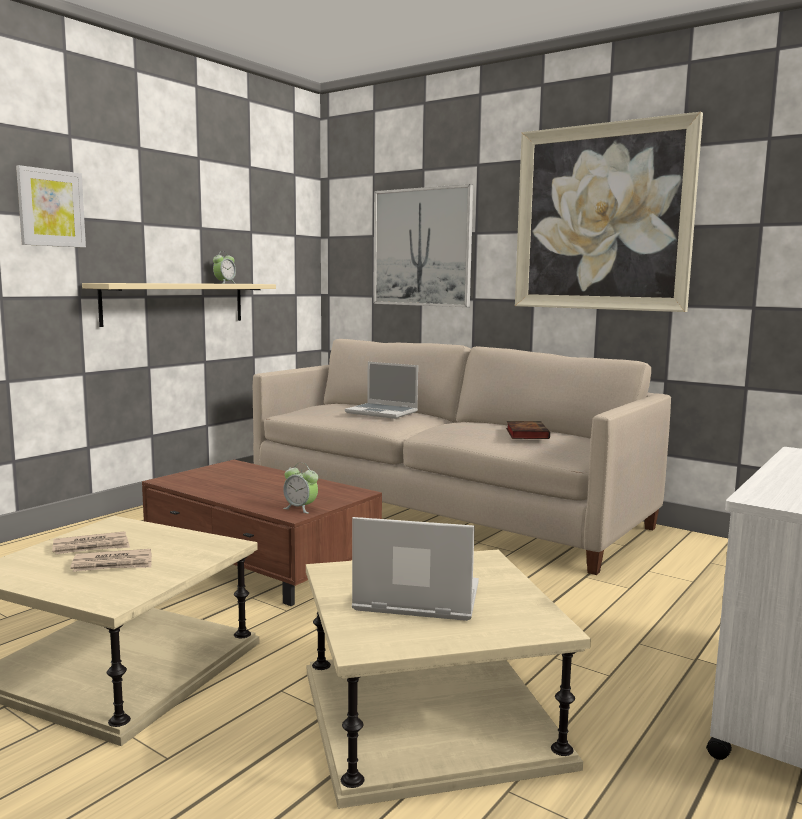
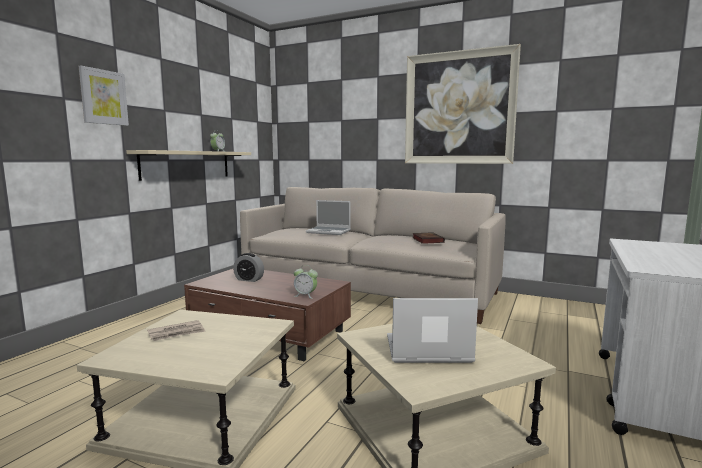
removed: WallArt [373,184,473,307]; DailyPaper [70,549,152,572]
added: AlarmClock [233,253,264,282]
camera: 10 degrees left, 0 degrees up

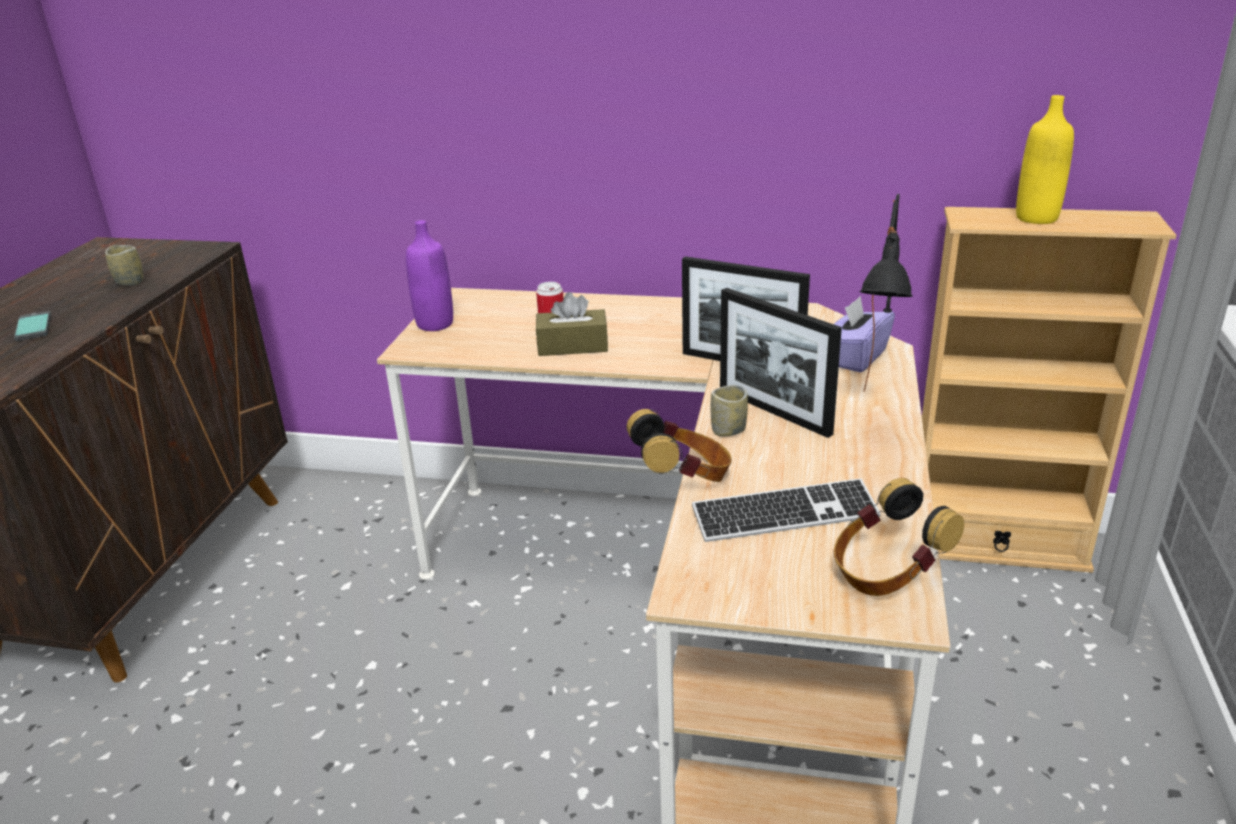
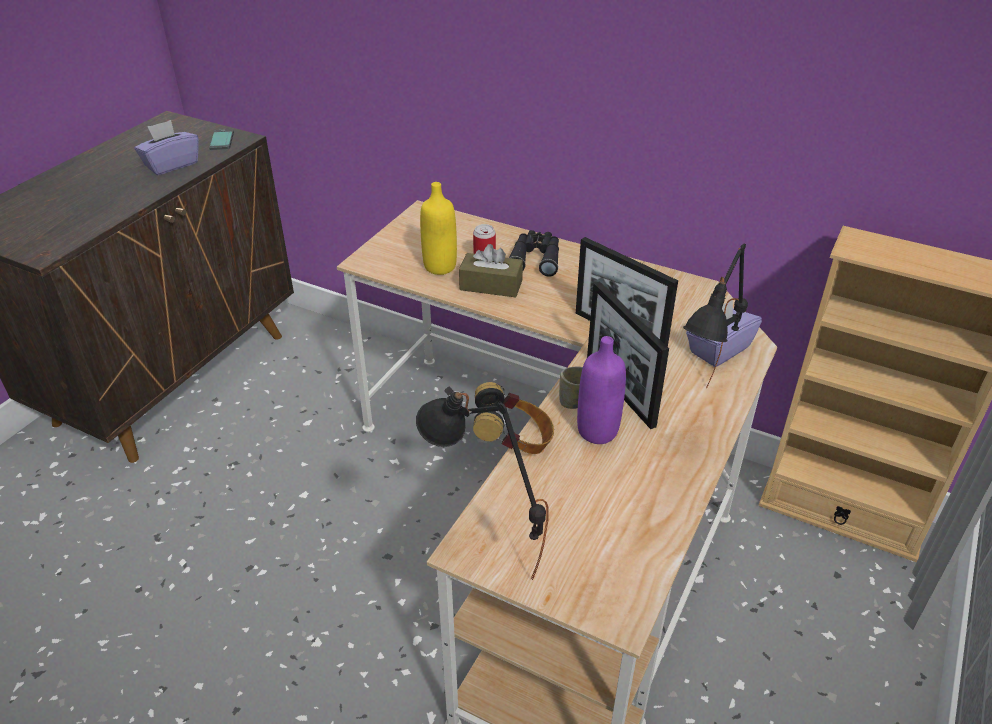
removed: PcKeyboard [692,478,881,542]; Headset [834,478,964,596]
added: BlackishFieldGlasses [509,230,559,277]; BlackishTabletopLamp [416,386,549,580]
moved: YellowBeverageBottle [1016,95,1074,224] to [420,182,457,275]; PurpleColouredBeverageBottle [406,220,453,331] to [577,336,626,444]; Phone [14,311,51,341] to [209,129,234,150]
replaced: SmallCup [105,245,143,286] to PurpleColouredTissueHolder [134,120,199,175]
camera: 15 degrees right, 10 degrees up

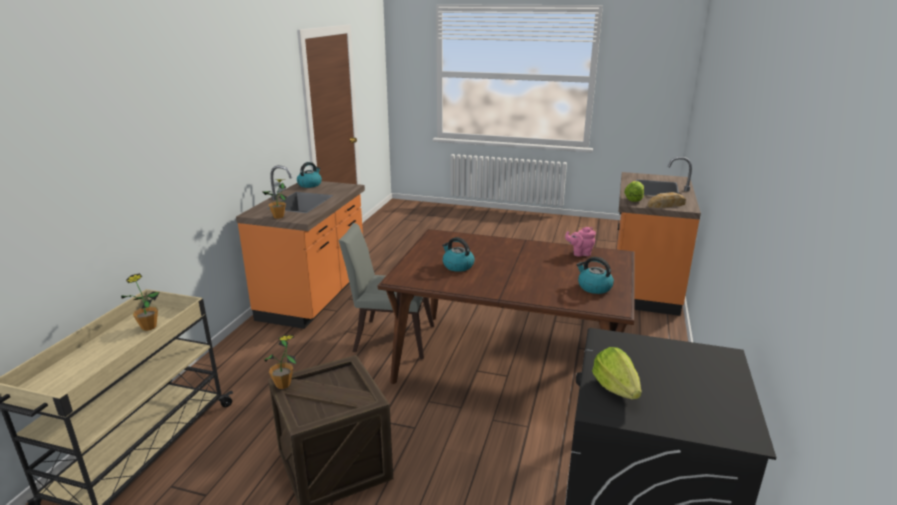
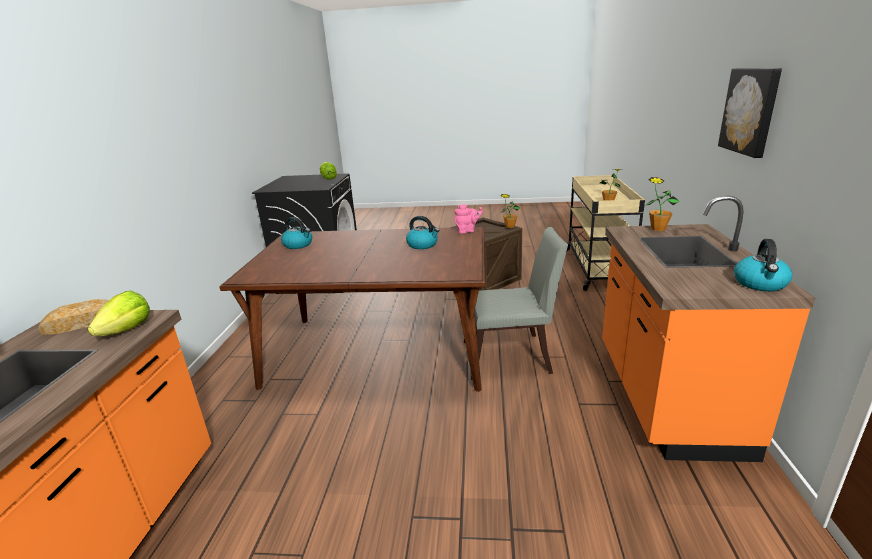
added: WallArt [718,68,782,158]
moved: PinkColouredTeapot [565,227,596,257] to [454,204,483,234]
camera: 170 degrees right, 0 degrees up

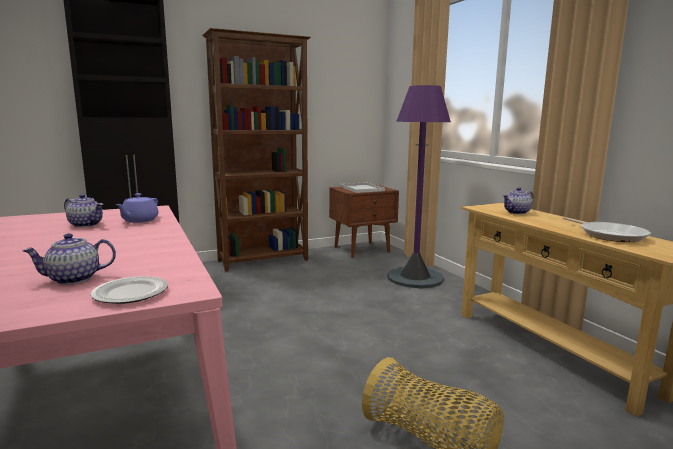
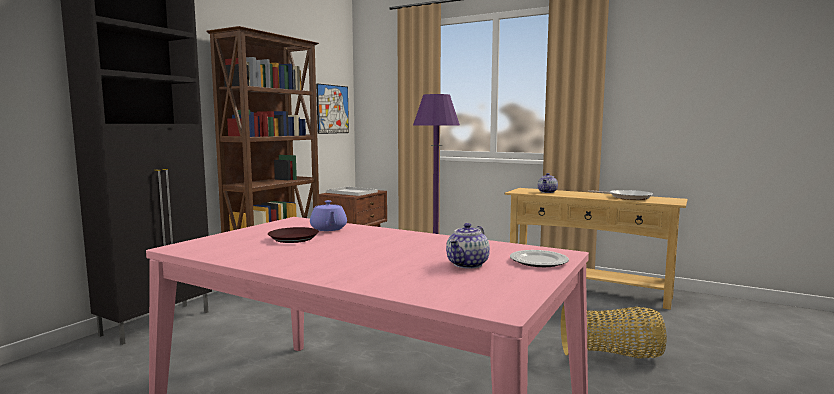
added: WallArt [316,83,349,134]
replaced: Teapot [64,194,103,227] to BrownishFlatDish [268,227,319,243]
camera: 35 degrees left, 5 degrees down

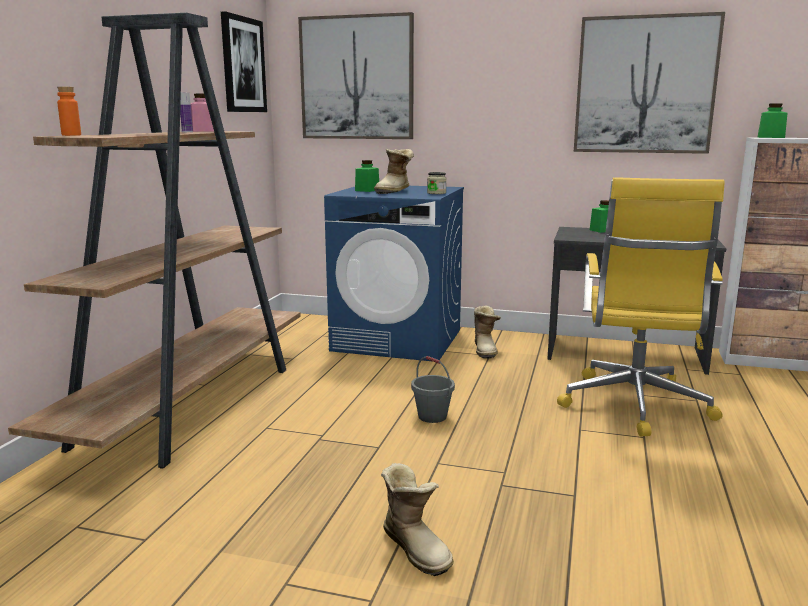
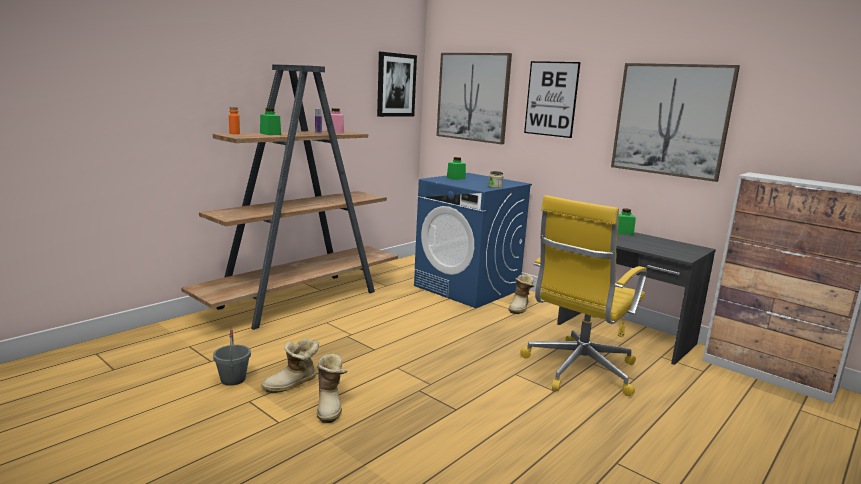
added: WallArt [524,61,581,138]
moved: GreenJar [758,104,788,138] to [260,108,281,135]; Boot [374,149,414,194] to [261,338,319,393]; GrayPail [411,356,455,423] to [213,330,251,386]
camera: 25 degrees right, 0 degrees up

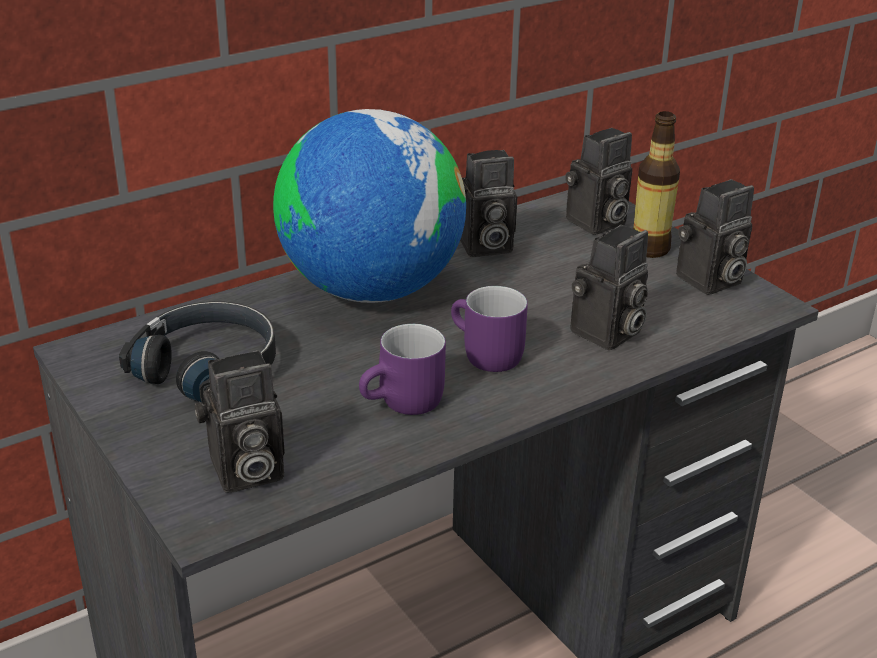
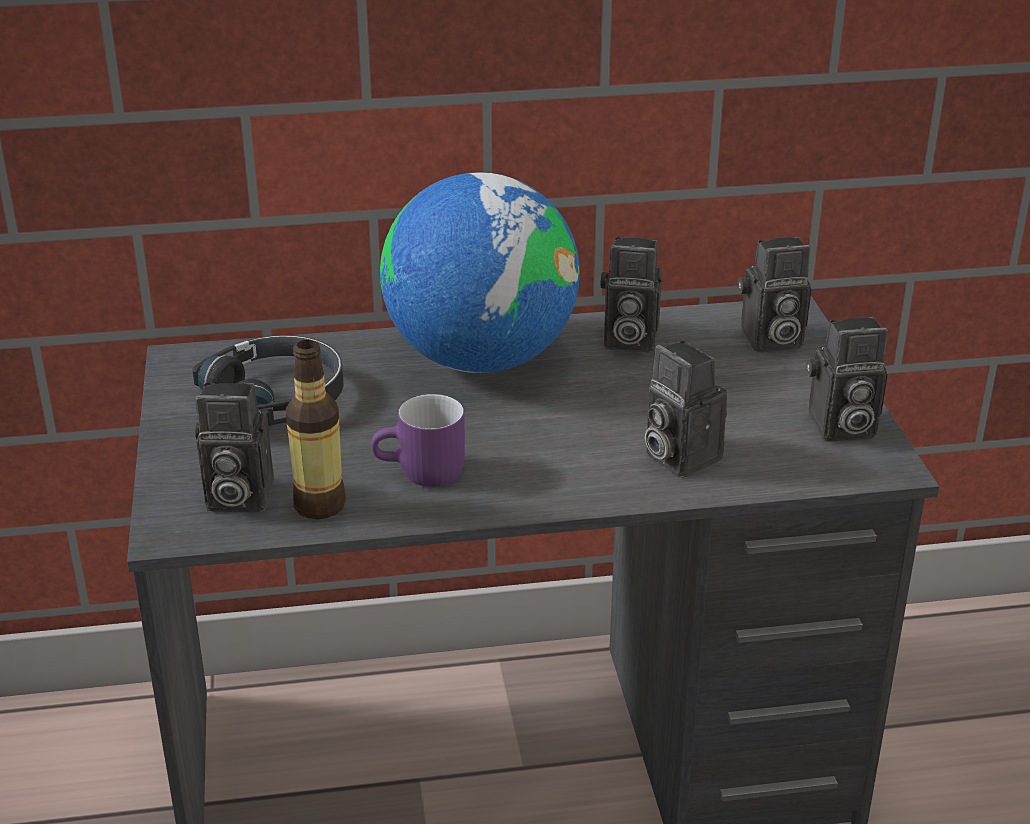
removed: PurpleColouredCoffeeMug [451,286,528,372]
moved: BeverageBottle [633,111,680,258] to [286,340,346,519]
turned: StillCamera [571,225,648,350] = [645,340,727,478] 75 degrees clockwise
camera: 25 degrees right, 0 degrees up

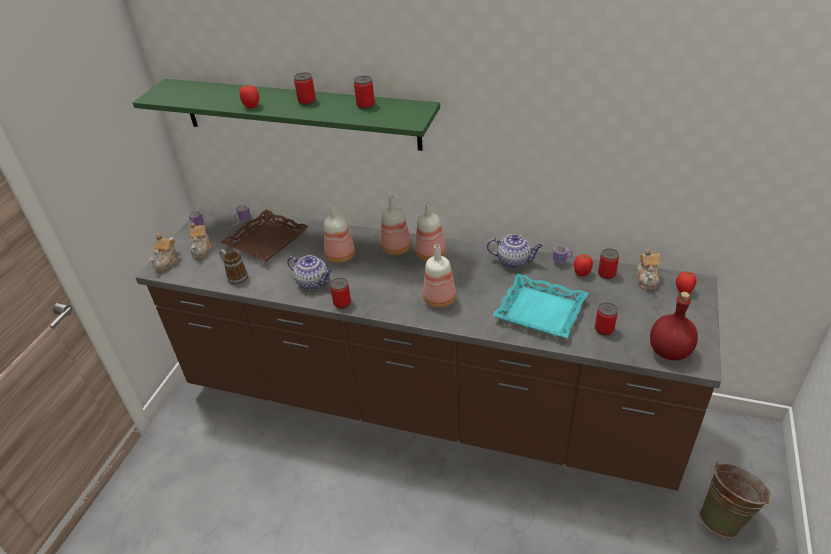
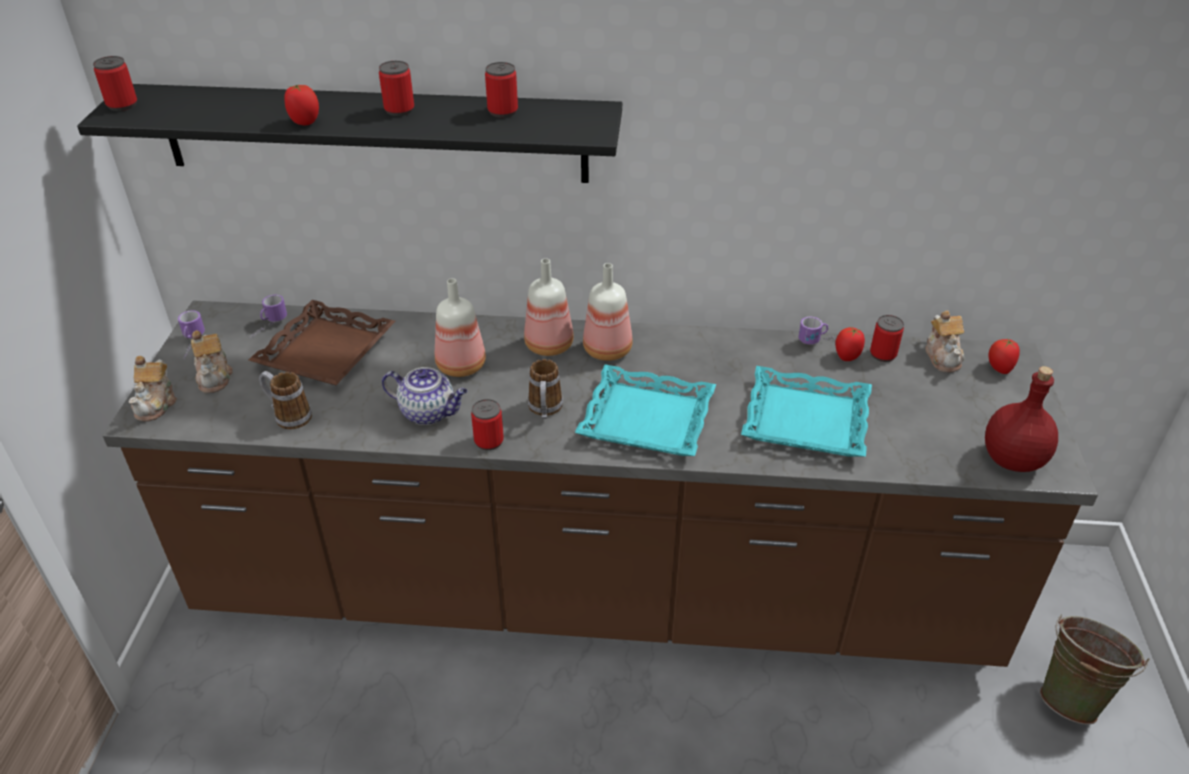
removed: Teapot [487,234,543,268]
added: CoffeeMug [528,359,563,419]
moved: SealedCan [595,302,618,336] to [93,56,137,111]
replaced: BeverageBottle [423,244,456,308] to TurquoiseTray [575,364,716,456]
recoloured: GreenWallShelf [133,79,440,151] to BlackishWallShelf [77,84,622,183]
camera: 15 degrees left, 0 degrees up

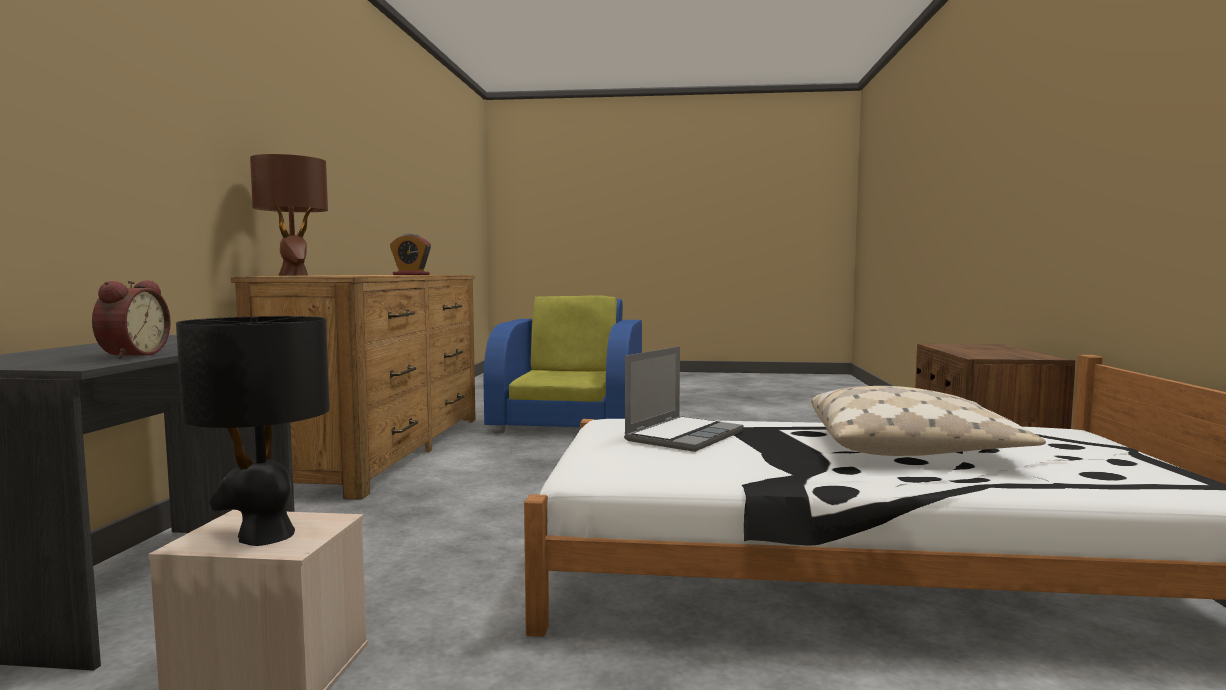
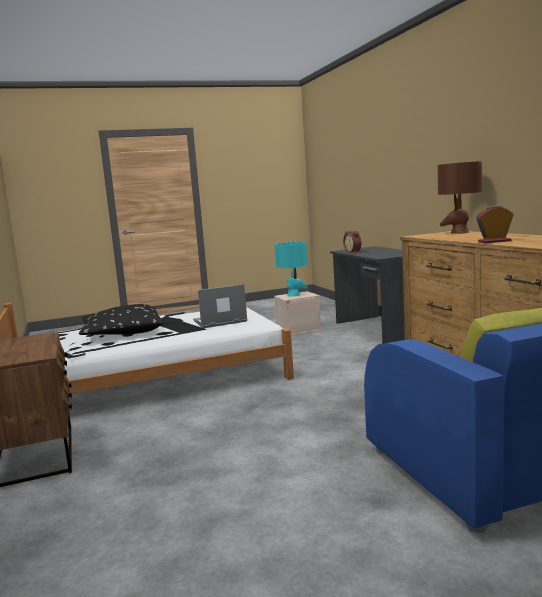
recoloured: BlackishTabletopLamp [176,316,330,546] to TurquoiseTabletopLamp [275,242,308,297]; BeigeThrowPillow [811,386,1046,456] to BlackishThrowPillow [79,304,163,335]
turned: Laptop [624,346,743,452] = [193,284,247,328] 60 degrees clockwise
camera: 155 degrees right, 5 degrees up

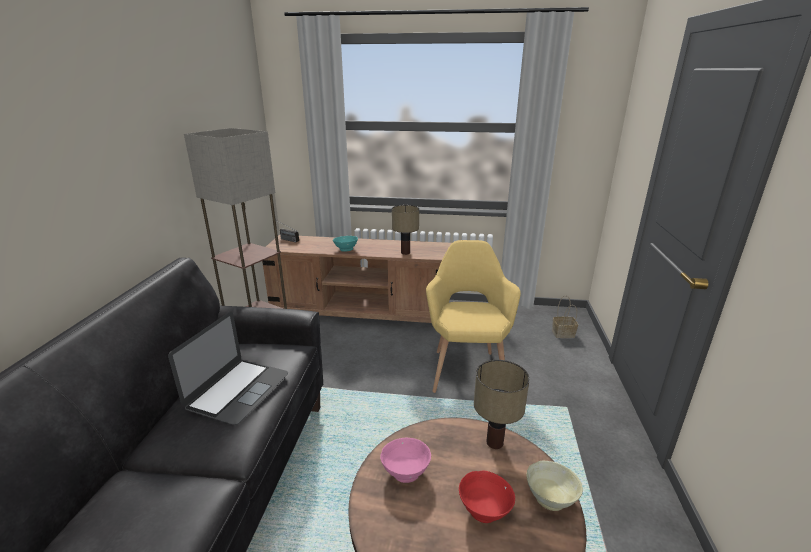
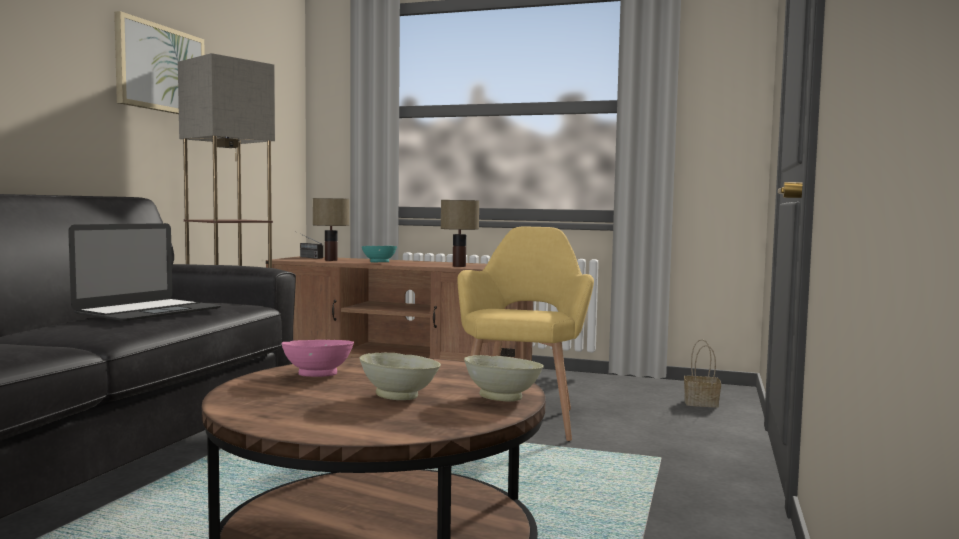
added: WallArt [114,11,205,114]
moved: TabletopLamp [474,360,530,449] to [313,198,349,261]
recoloured: RedBowl [459,470,515,523] to BeigeBowl [359,353,441,400]
camera: 10 degrees right, 20 degrees down

